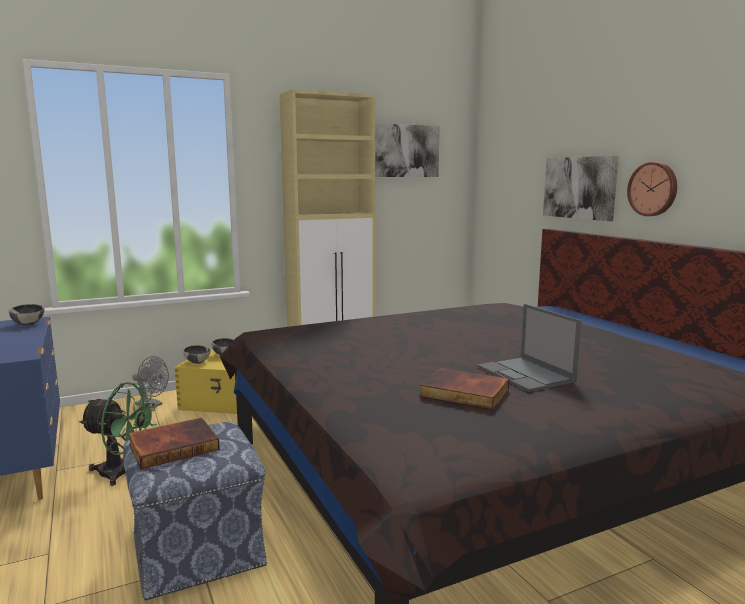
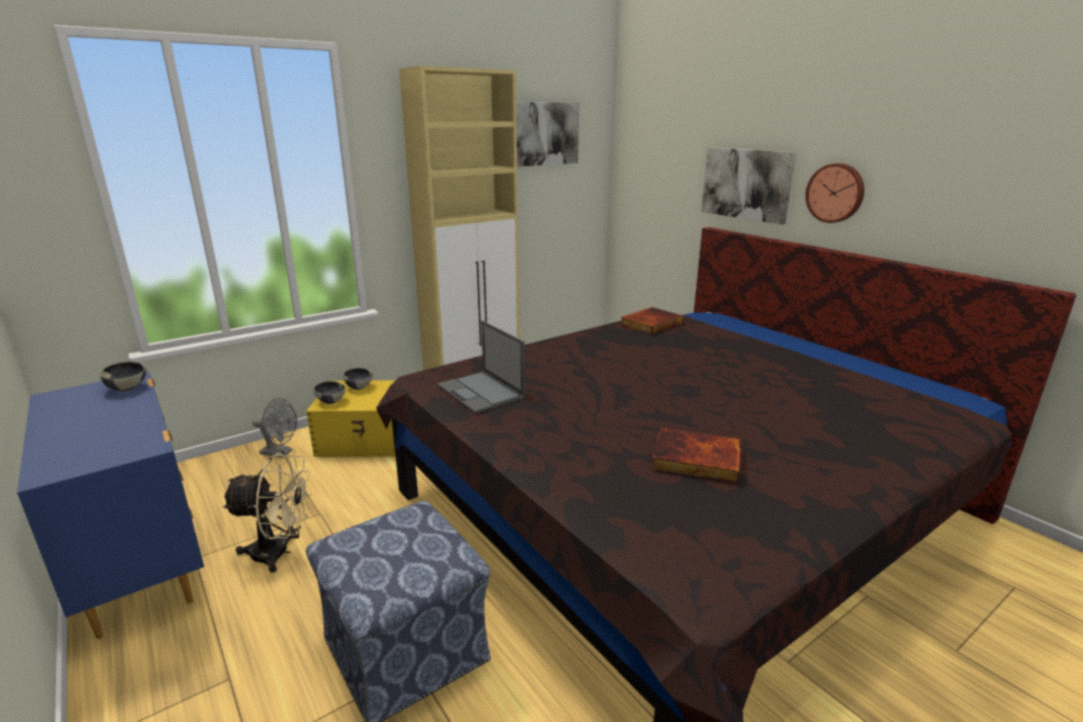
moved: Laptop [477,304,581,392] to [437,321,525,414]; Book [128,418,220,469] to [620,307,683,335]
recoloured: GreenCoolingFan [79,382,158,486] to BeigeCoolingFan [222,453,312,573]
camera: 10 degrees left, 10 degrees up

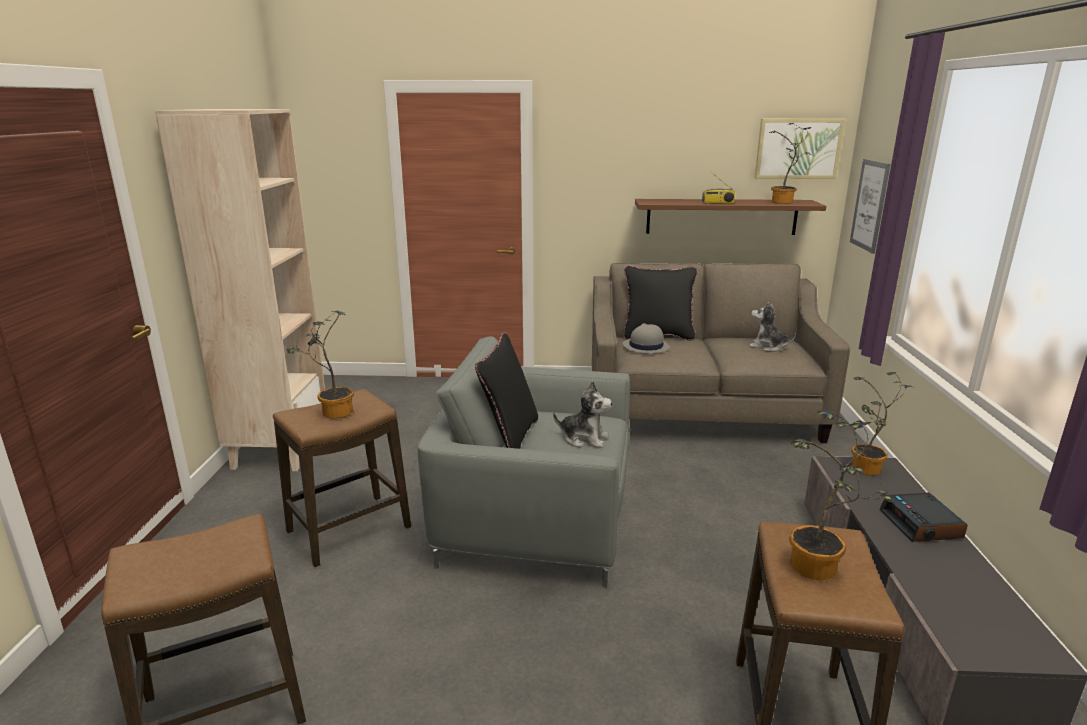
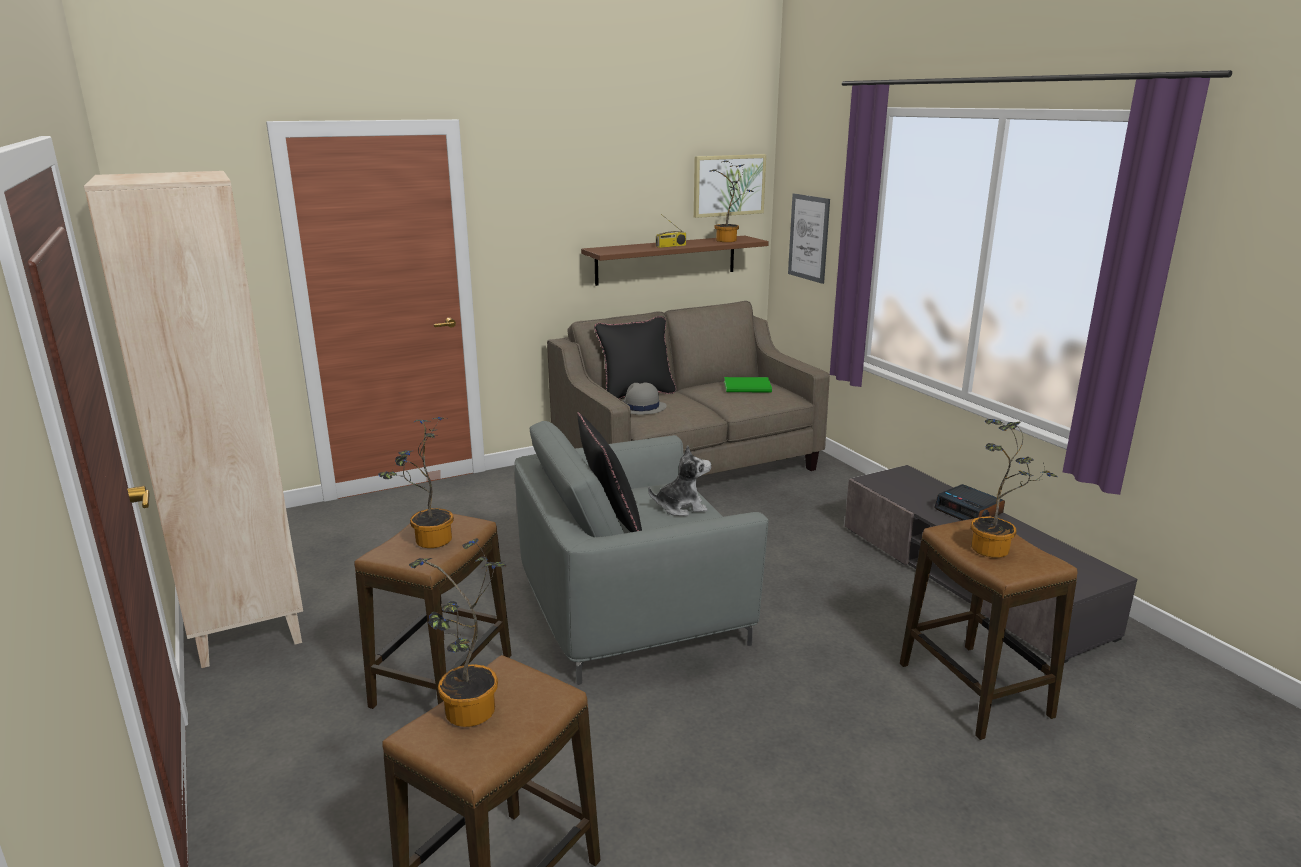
moved: PlantInAPot [851,372,914,475] to [409,538,507,727]
replaced: SoftToy [749,302,796,352] to GreenBook [724,377,772,392]
camera: 30 degrees left, 0 degrees up

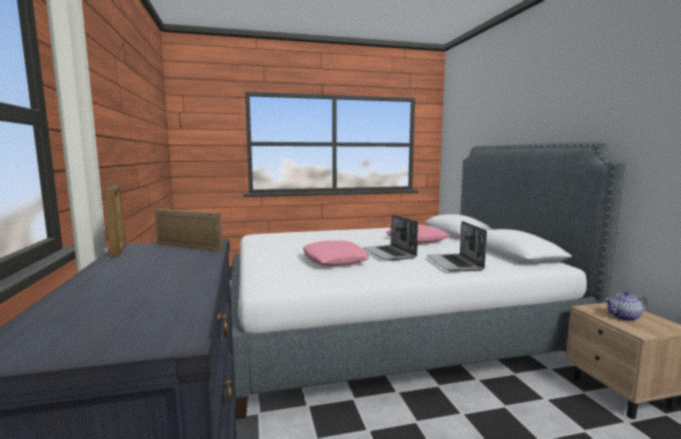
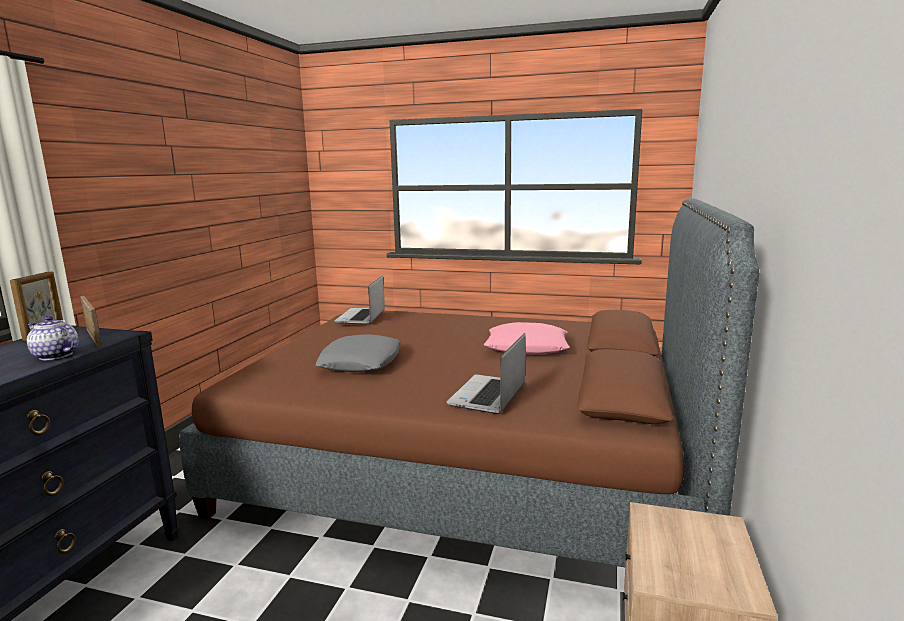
moved: Laptop [363,215,418,261] to [334,276,385,325]; Teapot [605,291,648,321] to [27,316,78,360]
recoloured: WhiteBed [230,142,625,419] to BrownishBed [179,198,759,567]; PinkColouredThrowPillow [303,240,370,266] to GrayThrowPillow [315,334,401,372]
camera: 30 degrees right, 5 degrees up

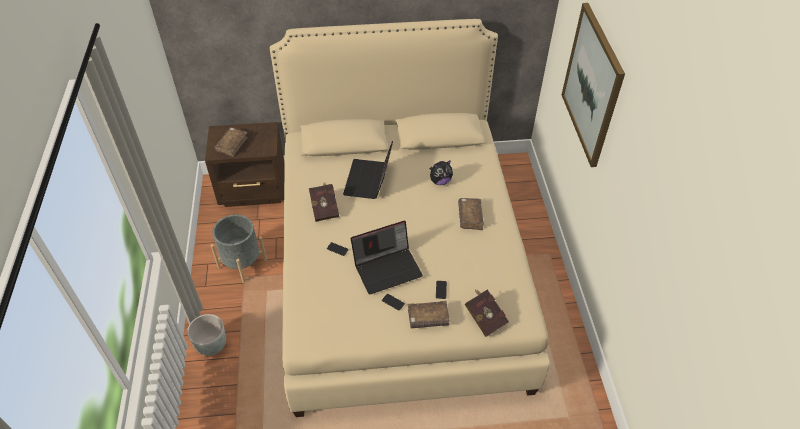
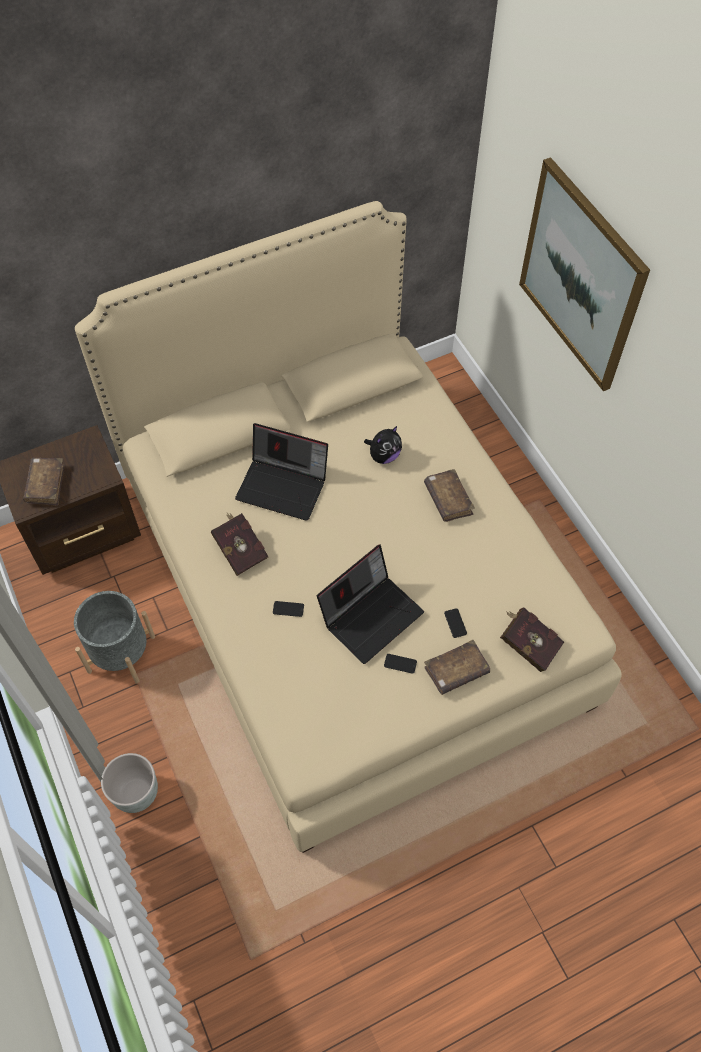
turned: Laptop [343,141,393,199] = [235,423,328,521] 60 degrees counterclockwise
camera: 20 degrees left, 10 degrees up

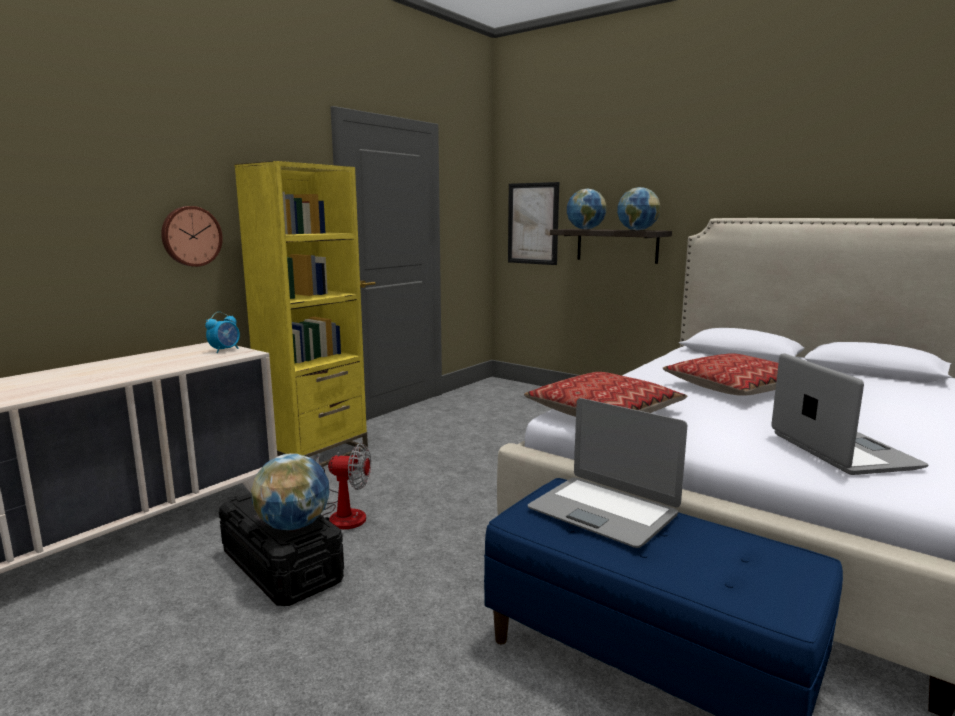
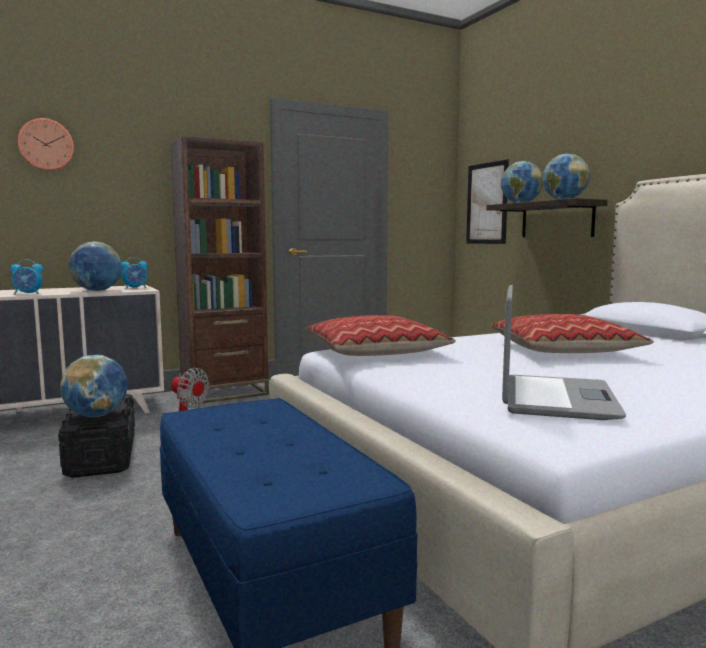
removed: Laptop [528,398,687,548]
added: DeskGlobe [69,241,122,291]; AlarmClock [10,259,43,295]
moved: HangingClock [161,206,223,267] to [17,118,74,171]
recoloured: YellowBookshelf [234,161,368,467] to BrownishBookshelf [170,136,269,404]
camera: 25 degrees right, 5 degrees down

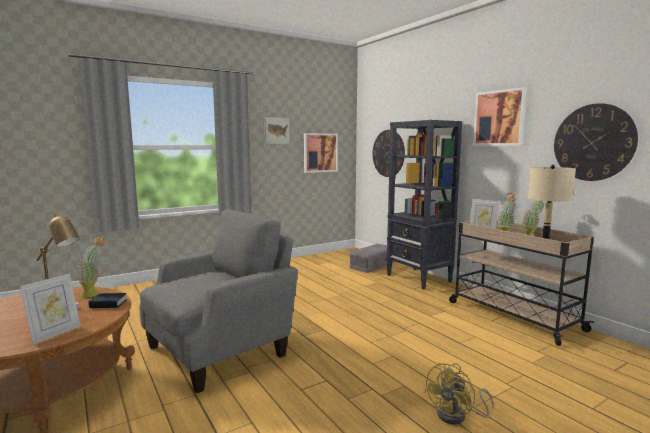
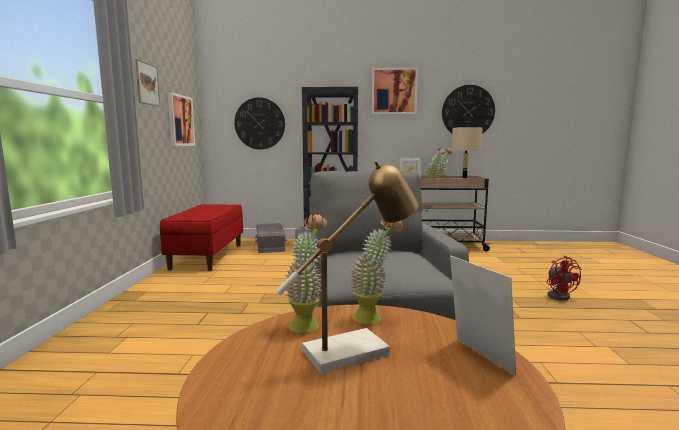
added: RedBench [160,205,243,271]
replaced: Book [88,293,127,308] to PlantInAPot [350,218,403,324]
recoloured: YellowCoolingFan [424,363,494,425] to RedCoolingFan [547,256,581,301]
camera: 55 degrees left, 0 degrees up

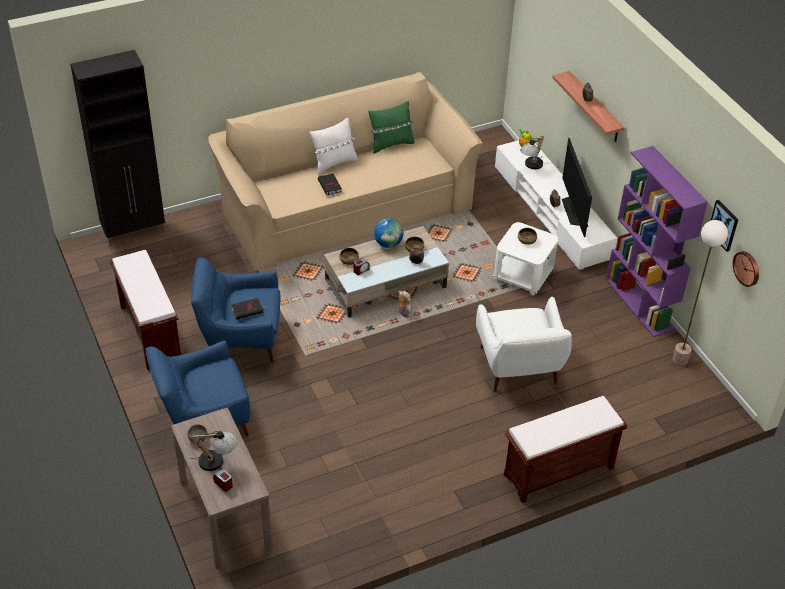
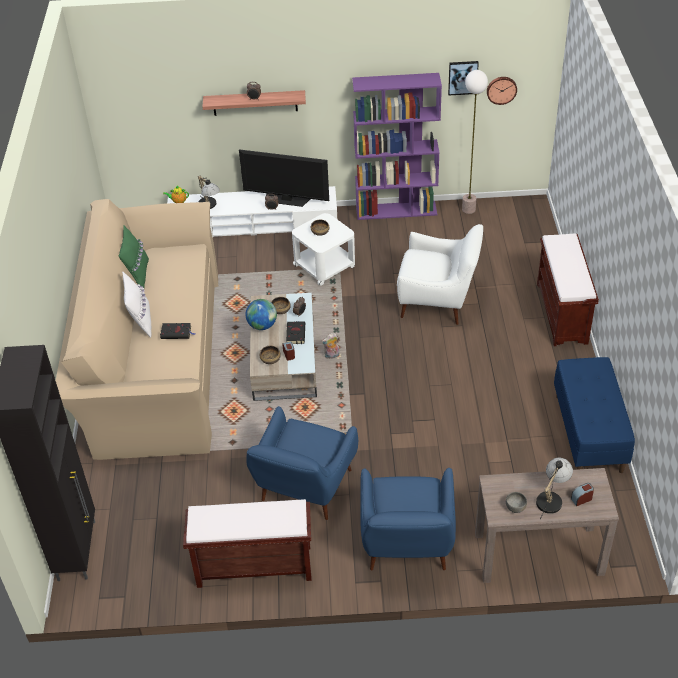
added: BlueColouredBench [554,357,635,473]
moved: BlackishBook [231,298,267,319] to [286,321,305,344]
camera: 65 degrees left, 0 degrees up

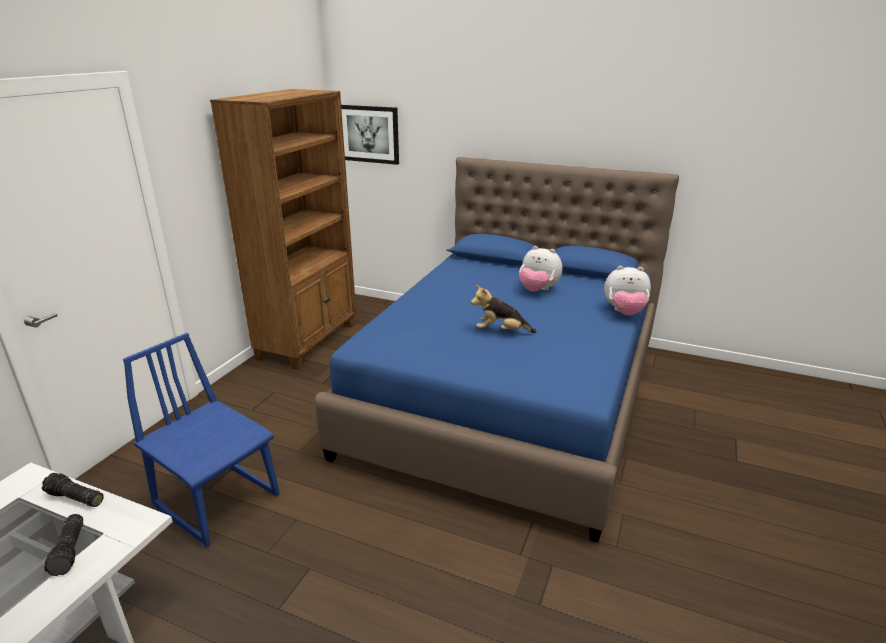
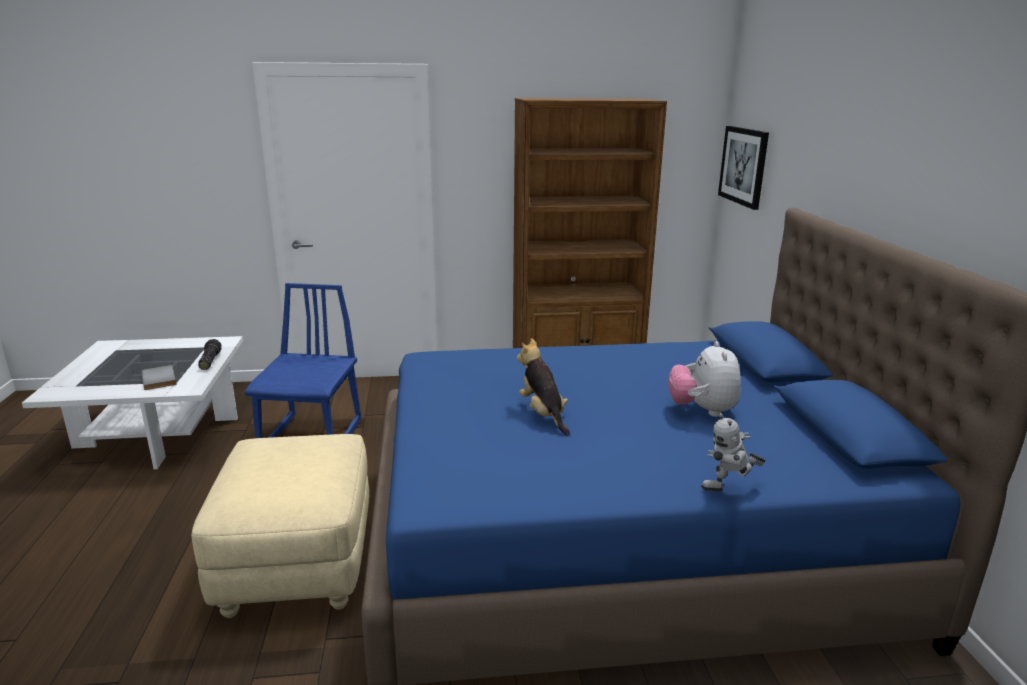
added: BeigePouffe [191,434,369,618]
replaced: SoftToy [604,266,651,316] to ModelRobot [701,413,766,491]; Flashlight [44,514,83,576] to GrayBook [142,365,177,390]
camera: 60 degrees right, 5 degrees down

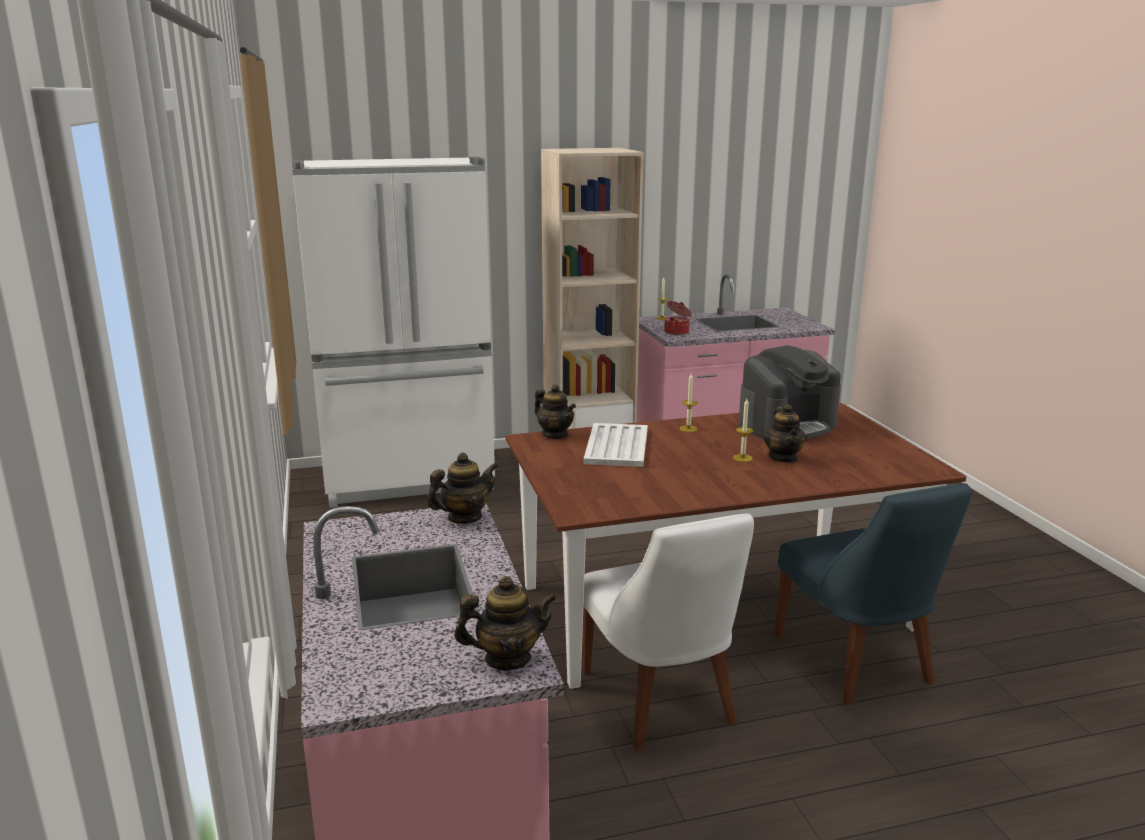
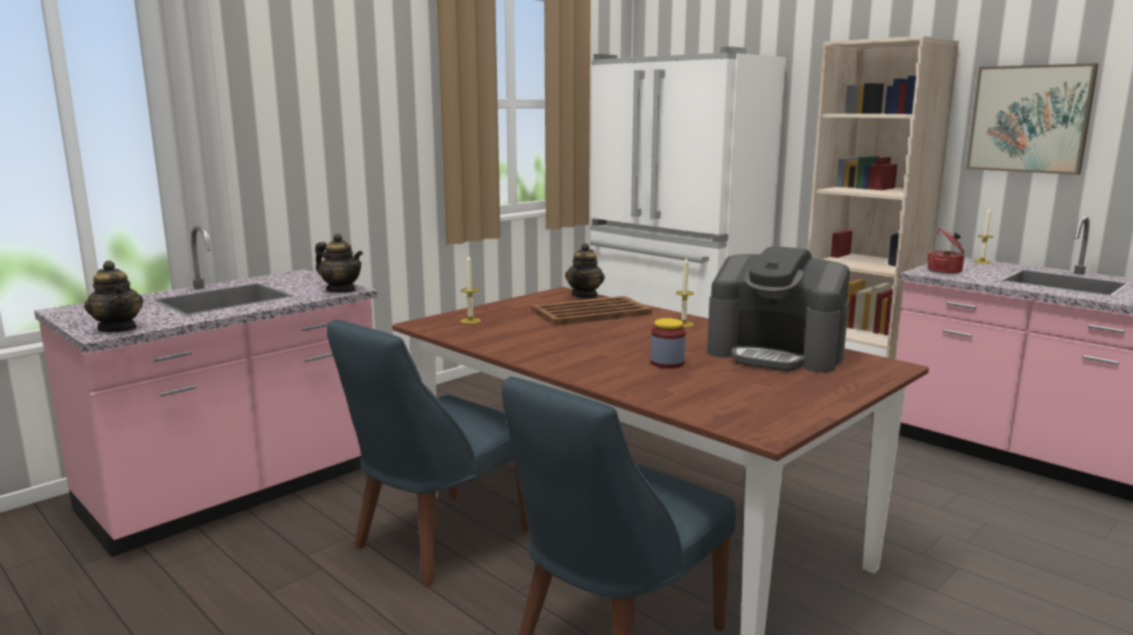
added: WallArt [966,63,1098,175]
moved: WaxLight [733,399,753,462] to [460,254,481,324]
replaced: Teapot [764,404,806,463] to Jar [650,318,686,369]
recoloured: WhiteTray [584,423,648,467] to BrownishTray [531,296,652,326]; WhiteUprightChair [582,513,754,750] to BlueColouredUprightChair [327,319,529,588]
camera: 60 degrees right, 5 degrees down

